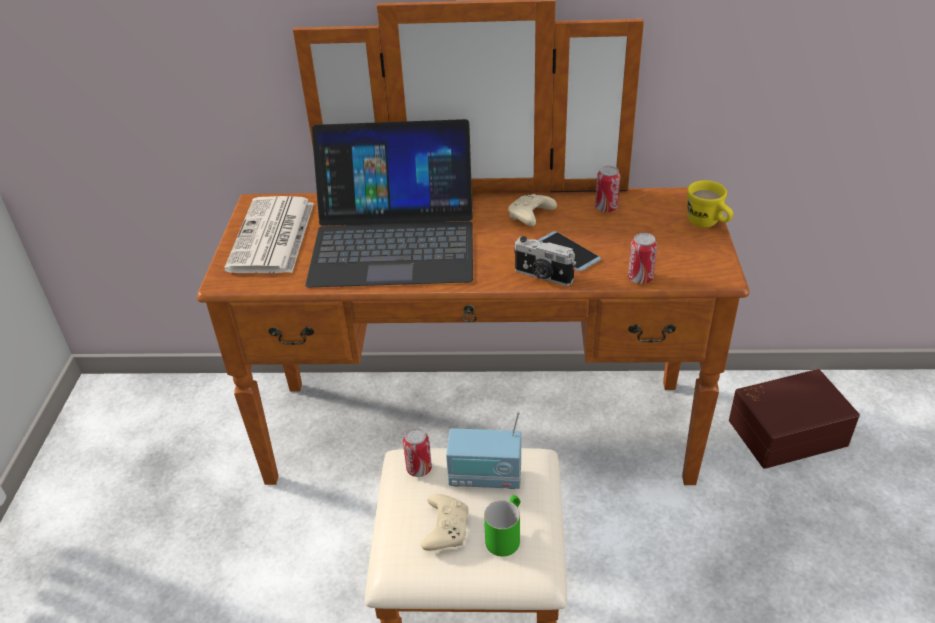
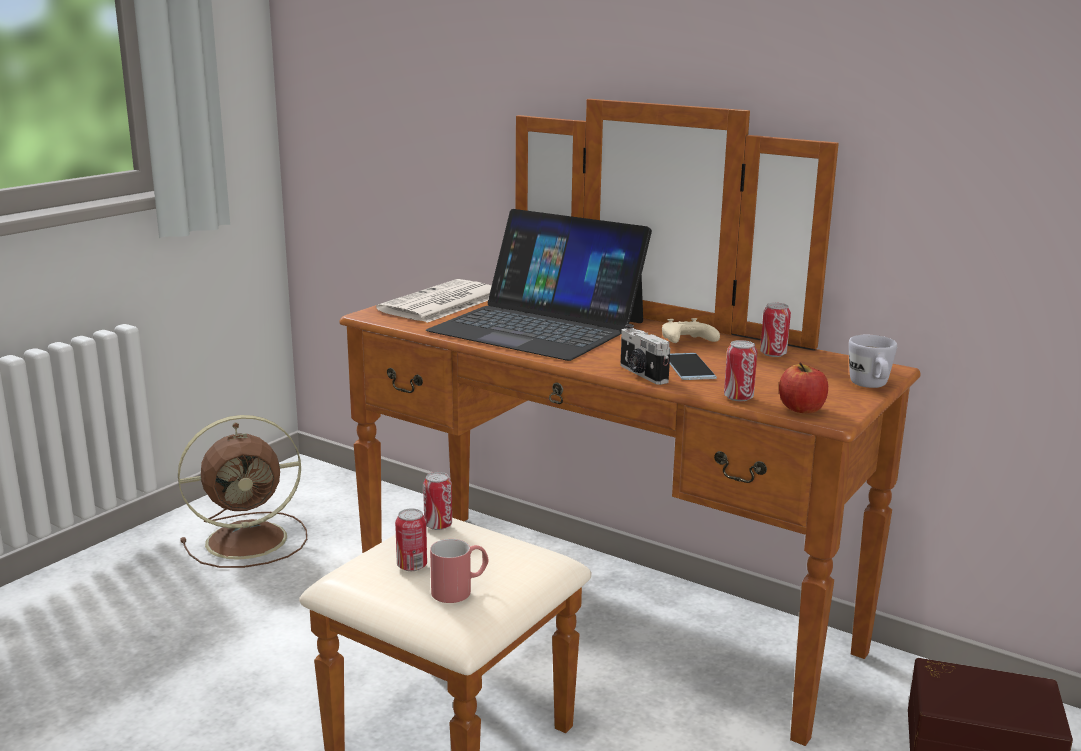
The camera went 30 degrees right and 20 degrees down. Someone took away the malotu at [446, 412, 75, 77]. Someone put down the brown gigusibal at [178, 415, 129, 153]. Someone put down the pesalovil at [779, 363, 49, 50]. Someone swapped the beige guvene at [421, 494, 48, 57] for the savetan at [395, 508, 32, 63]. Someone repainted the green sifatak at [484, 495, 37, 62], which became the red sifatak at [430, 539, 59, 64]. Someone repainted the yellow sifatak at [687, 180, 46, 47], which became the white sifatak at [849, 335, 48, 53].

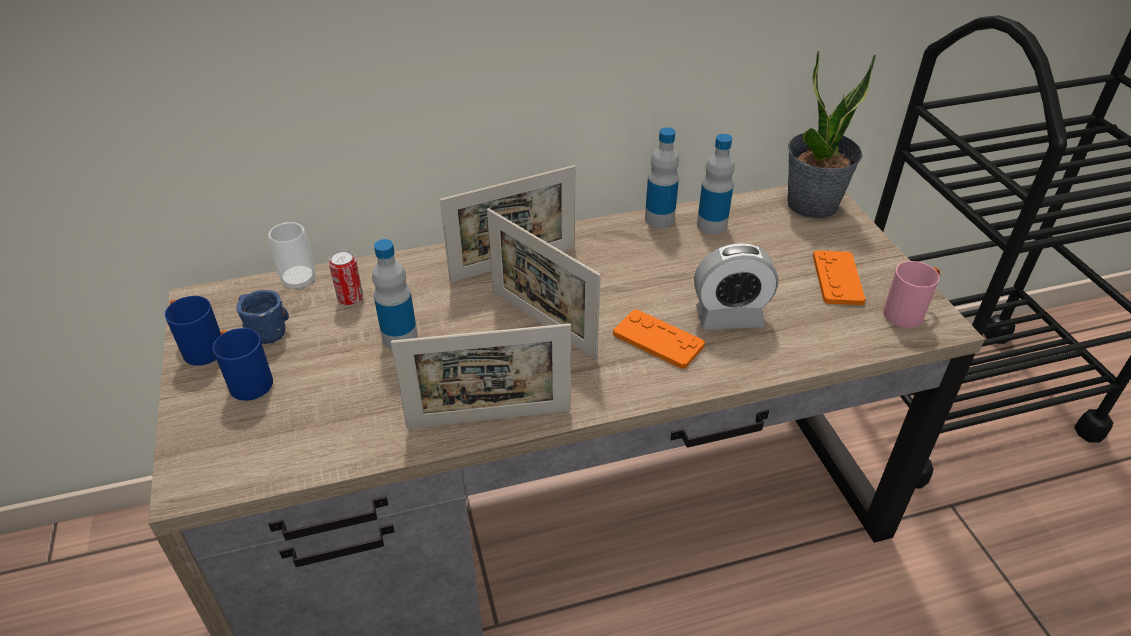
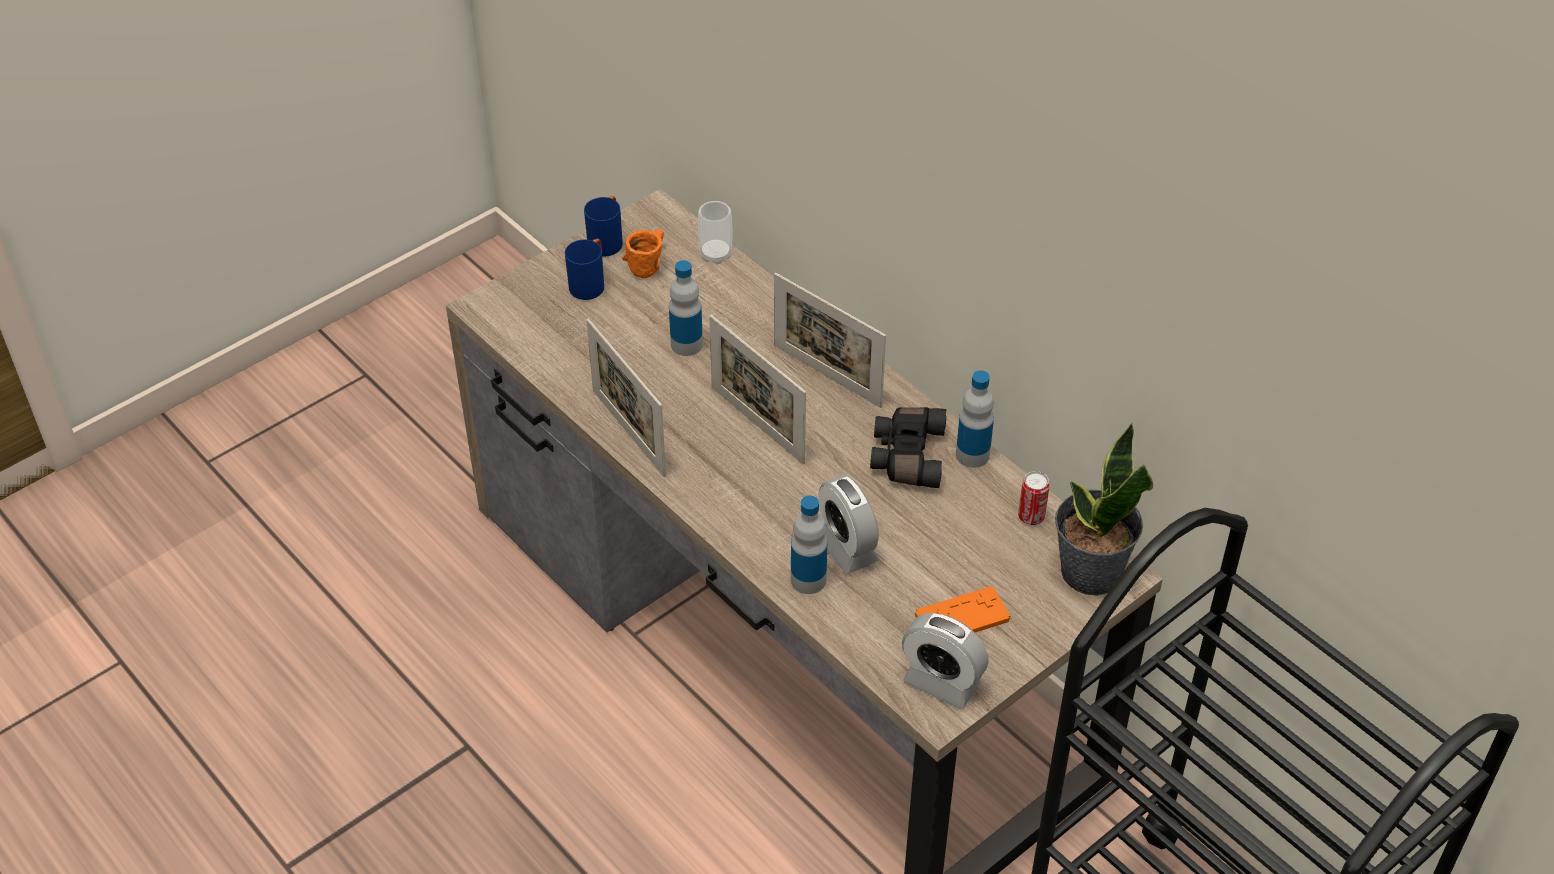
The camera went 65 degrees right and 5 degrees up. Someone took away the orange guvene at [613, 309, 92, 60]. Someone put down the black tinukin at [870, 407, 76, 81]. Someone carried the savetan from [329, 250, 34, 56] to [1018, 471, 32, 54]. Someone carried the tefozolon from [697, 134, 38, 101] to [791, 495, 36, 99]. Someone swapped the pink sifatak at [883, 261, 57, 67] for the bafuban at [902, 613, 87, 96]. Someone repainted the blue sifatak at [236, 290, 53, 54], which became the orange sifatak at [622, 229, 42, 49]. Someone rotated the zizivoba at [487, 208, 114, 152] by 60 degrees counterclockwise.

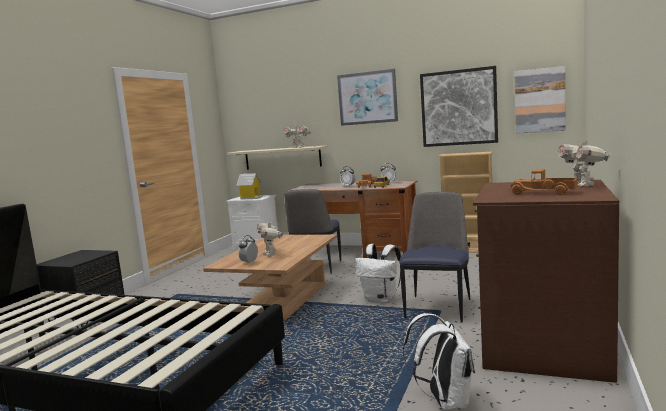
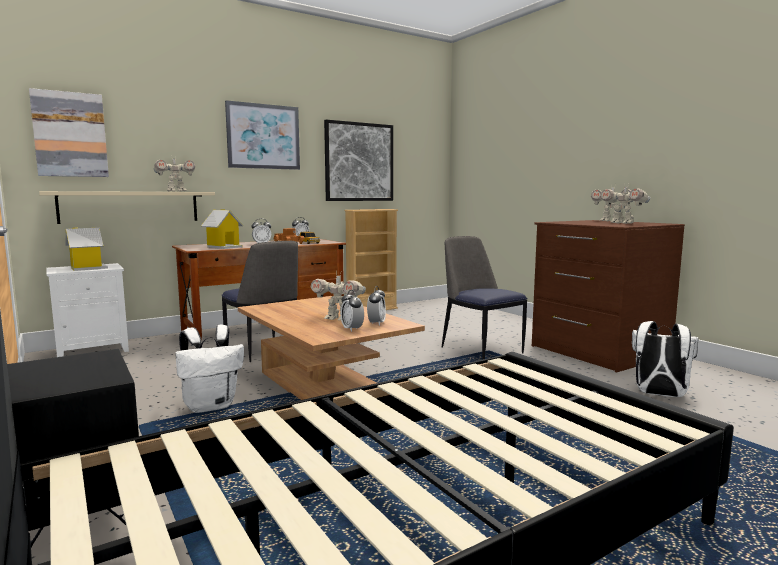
The camera went 55 degrees left and 0 degrees up. Someone put down the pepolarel at [201, 209, 43, 40]. Someone put down the bafuban at [367, 286, 19, 40]. Someone carried the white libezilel from [355, 244, 46, 59] to [176, 325, 68, 88]. Someone carried the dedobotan from [514, 66, 52, 68] to [29, 88, 80, 89]. Someone swapped the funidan at [509, 169, 69, 26] for the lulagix at [601, 184, 49, 40].

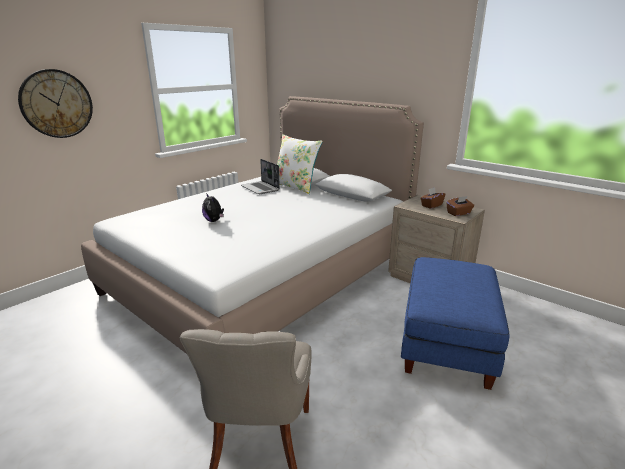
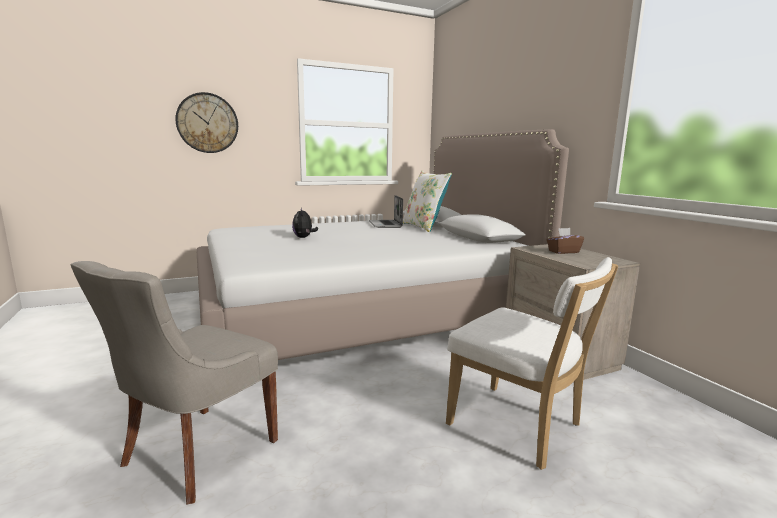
The camera went 25 degrees right and 10 degrees down. Someone took away the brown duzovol at [446, 196, 28, 20]. Someone swapped the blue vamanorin at [401, 257, 108, 133] for the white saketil at [446, 257, 172, 213].

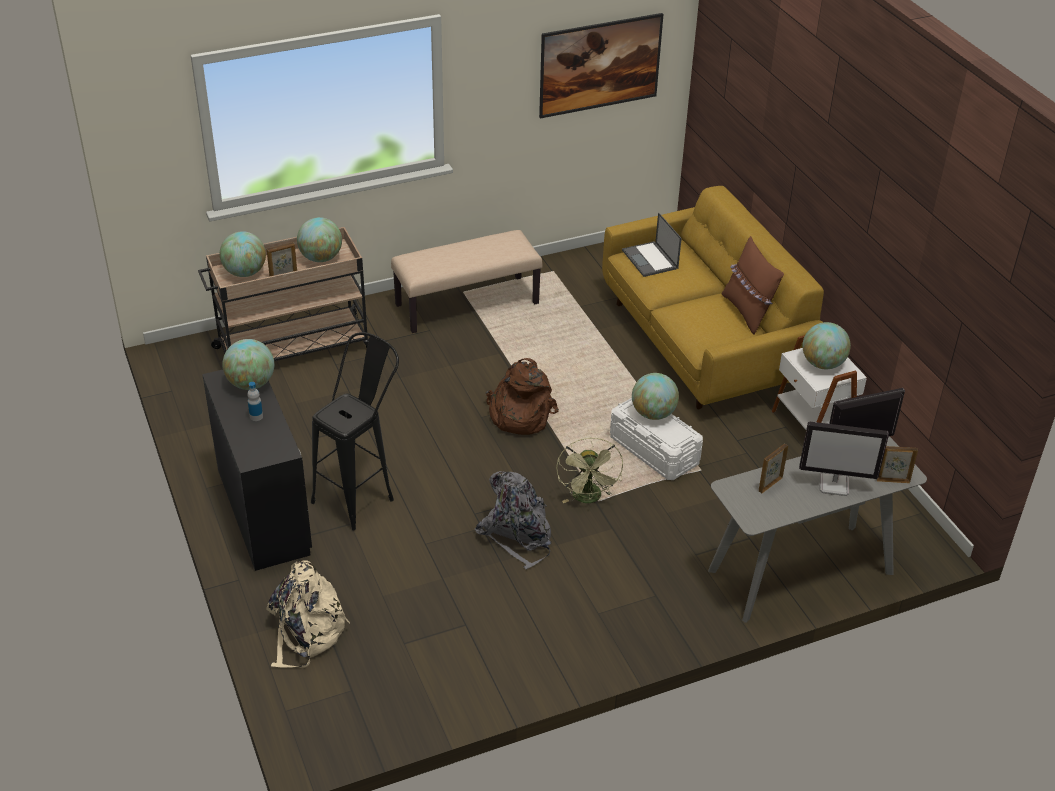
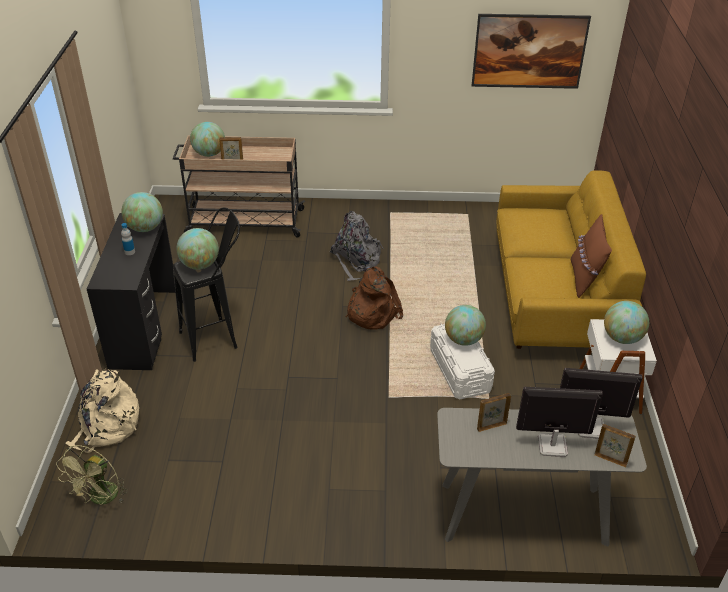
The camera went 25 degrees right and 0 degrees up. Someone took away the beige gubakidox at [391, 230, 152, 103]. Someone took away the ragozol at [622, 213, 60, 64]. Someone carried the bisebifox from [297, 217, 45, 45] to [176, 228, 43, 42]. Someone carried the grey libezilel from [475, 471, 77, 98] to [330, 211, 54, 70]. Someone carried the green gigusibal from [556, 438, 67, 65] to [56, 445, 72, 60]. Someone rotated the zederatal at [799, 421, 90, 75] by 150 degrees clockwise.

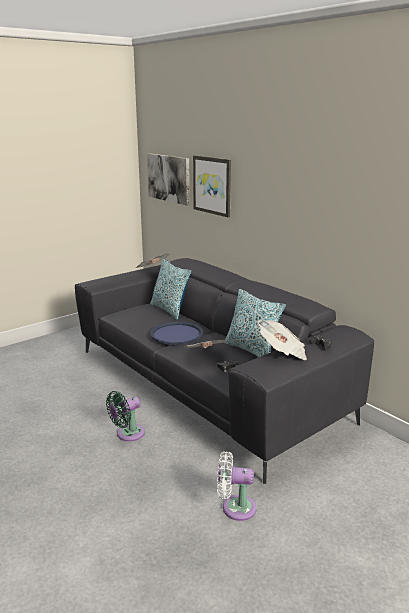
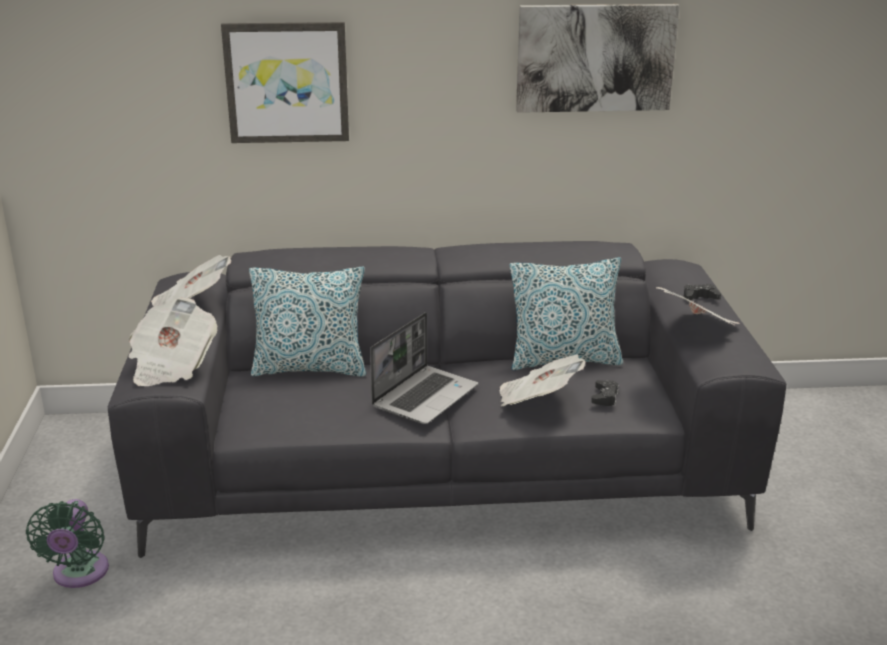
The camera went 55 degrees left and 5 degrees up. Someone took away the white gigusibal at [217, 451, 39, 70]. Someone put down the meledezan at [128, 298, 90, 88]. Someone carried the green gigusibal from [106, 391, 39, 50] to [26, 499, 83, 89]. Someone carried the dedobotan from [147, 153, 43, 53] to [516, 4, 164, 109]. Someone swapped the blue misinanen at [150, 321, 53, 24] for the ragozol at [370, 312, 108, 112].

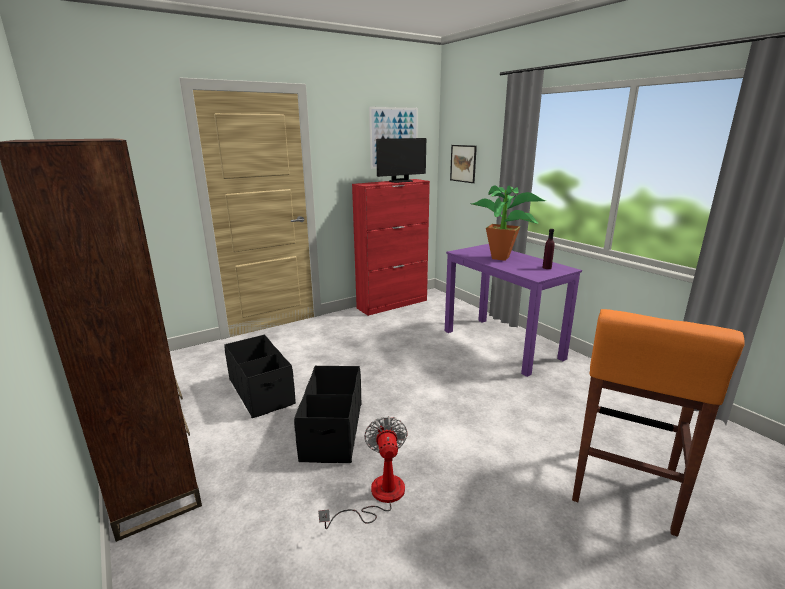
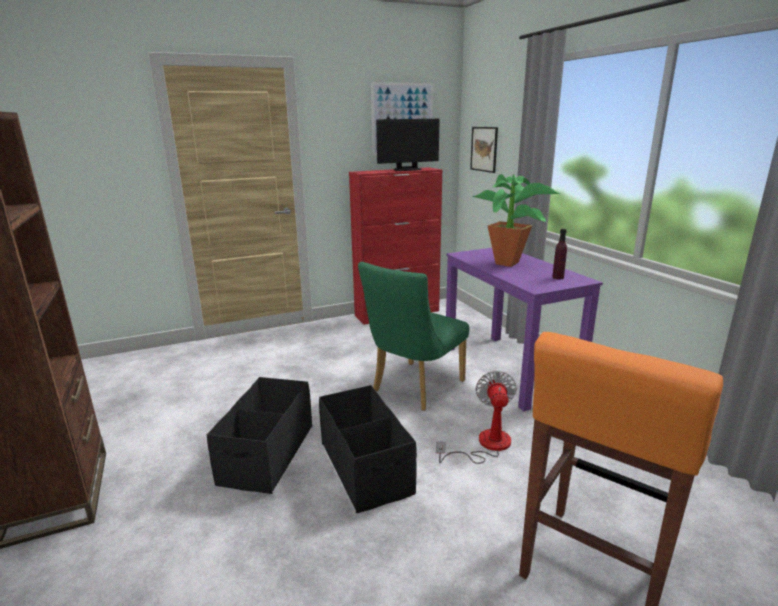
The camera went 10 degrees right and 0 degrees up. Someone put down the green saketil at [358, 262, 111, 149]. Someone carried the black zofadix from [225, 335, 71, 83] to [319, 385, 98, 128]. Someone carried the gigusibal from [318, 416, 89, 113] to [436, 371, 81, 93].

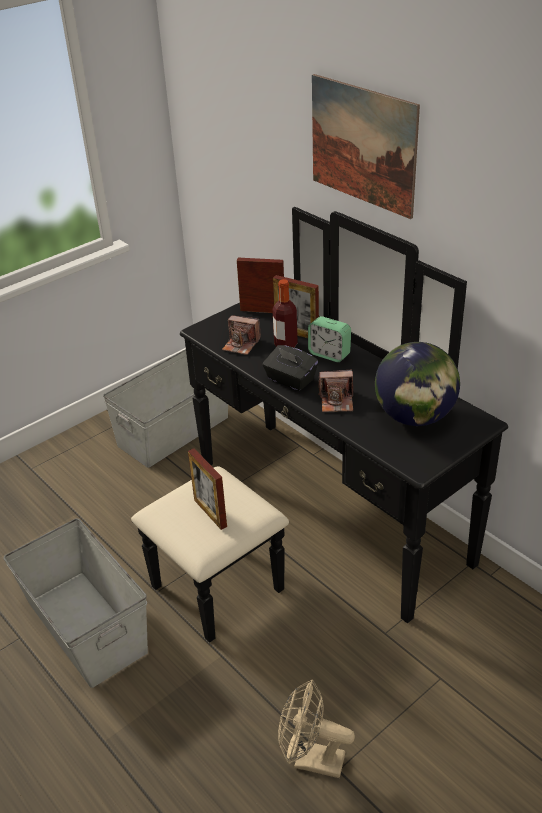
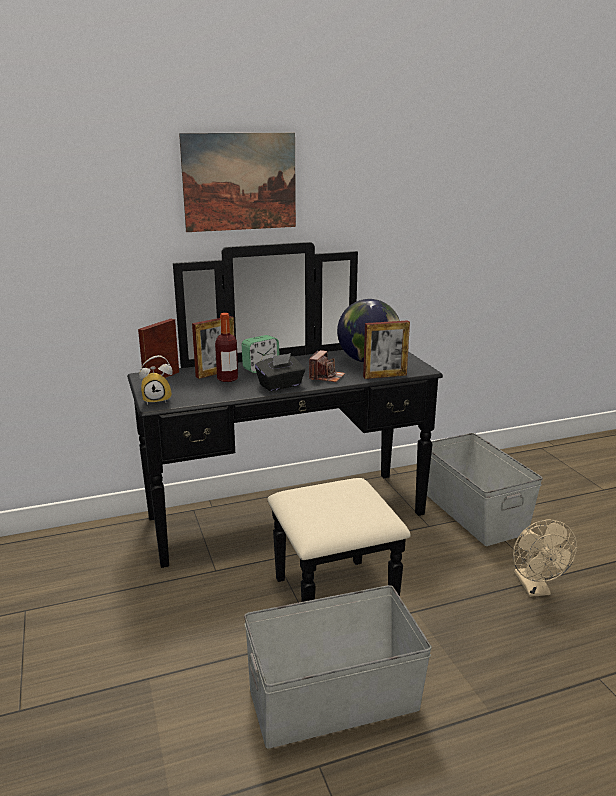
The camera went 70 degrees left and 15 degrees down. Someone took away the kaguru at [222, 315, 39, 40]. Someone put down the bafuban at [139, 355, 34, 50]. Someone carried the grey zofadix from [103, 349, 125, 119] to [427, 433, 116, 113]. Someone carried the zizivoba from [188, 448, 39, 82] to [363, 320, 47, 59]. Someone rotated the beige gigusibal at [278, 679, 77, 99] by 45 degrees counterclockwise.

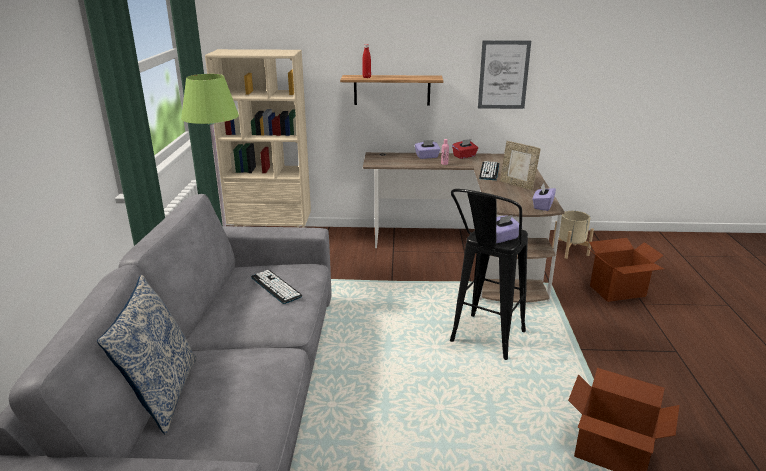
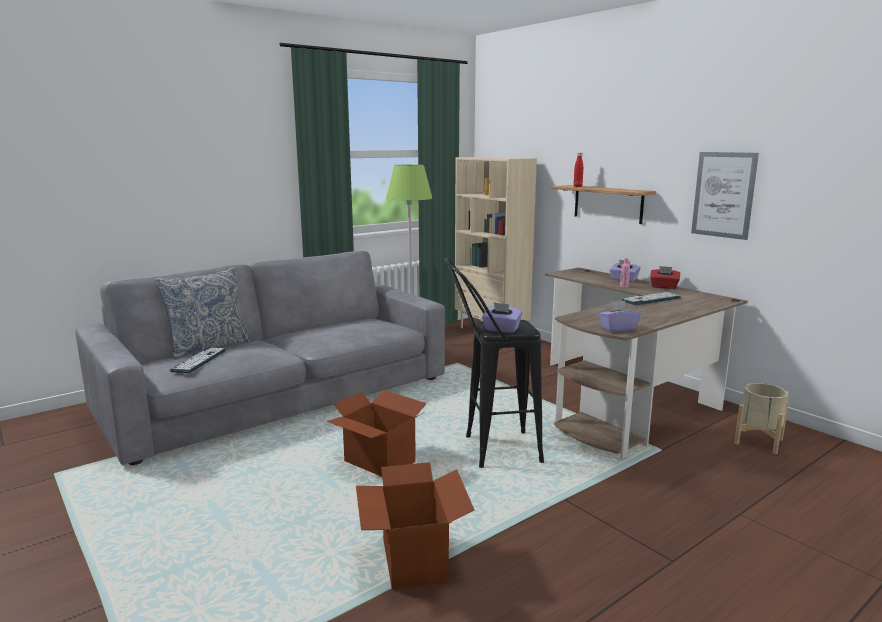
The camera went 50 degrees right and 10 degrees down. Someone took away the zizivoba at [500, 141, 41, 49]. Someone carried the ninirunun from [251, 270, 51, 34] to [170, 348, 56, 25]. Someone carried the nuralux from [589, 238, 75, 64] to [327, 390, 100, 87].

